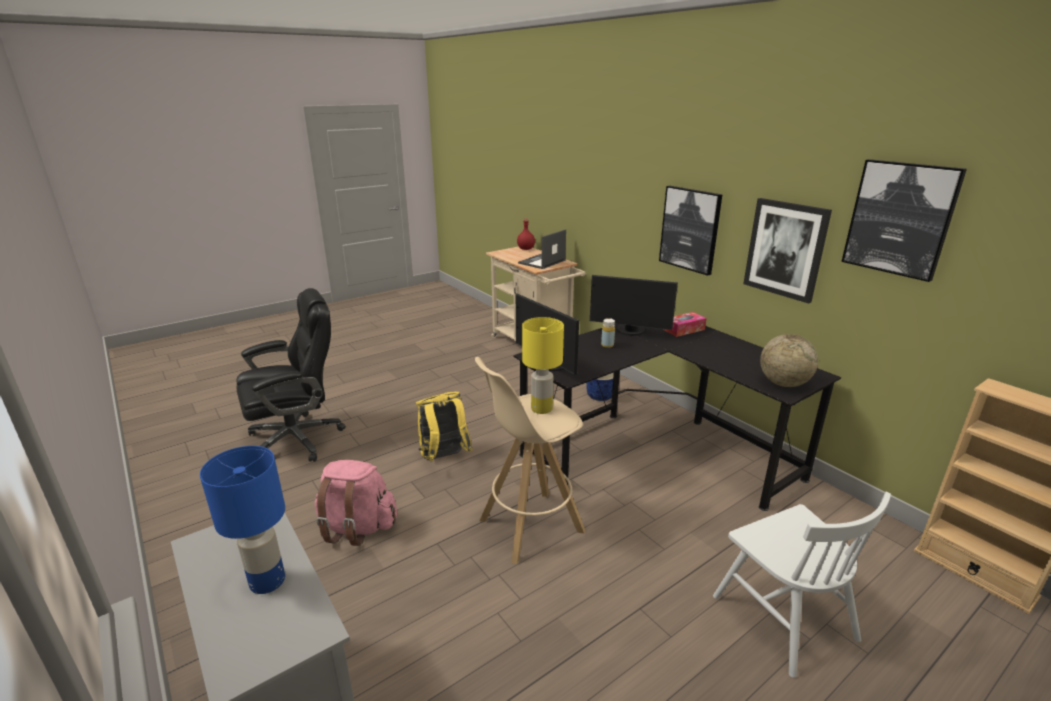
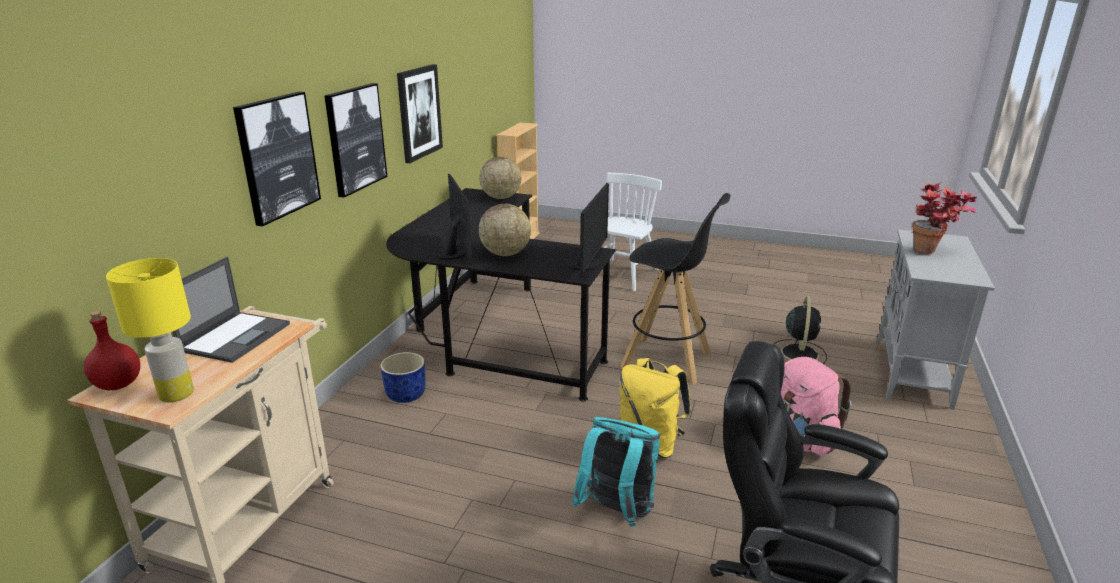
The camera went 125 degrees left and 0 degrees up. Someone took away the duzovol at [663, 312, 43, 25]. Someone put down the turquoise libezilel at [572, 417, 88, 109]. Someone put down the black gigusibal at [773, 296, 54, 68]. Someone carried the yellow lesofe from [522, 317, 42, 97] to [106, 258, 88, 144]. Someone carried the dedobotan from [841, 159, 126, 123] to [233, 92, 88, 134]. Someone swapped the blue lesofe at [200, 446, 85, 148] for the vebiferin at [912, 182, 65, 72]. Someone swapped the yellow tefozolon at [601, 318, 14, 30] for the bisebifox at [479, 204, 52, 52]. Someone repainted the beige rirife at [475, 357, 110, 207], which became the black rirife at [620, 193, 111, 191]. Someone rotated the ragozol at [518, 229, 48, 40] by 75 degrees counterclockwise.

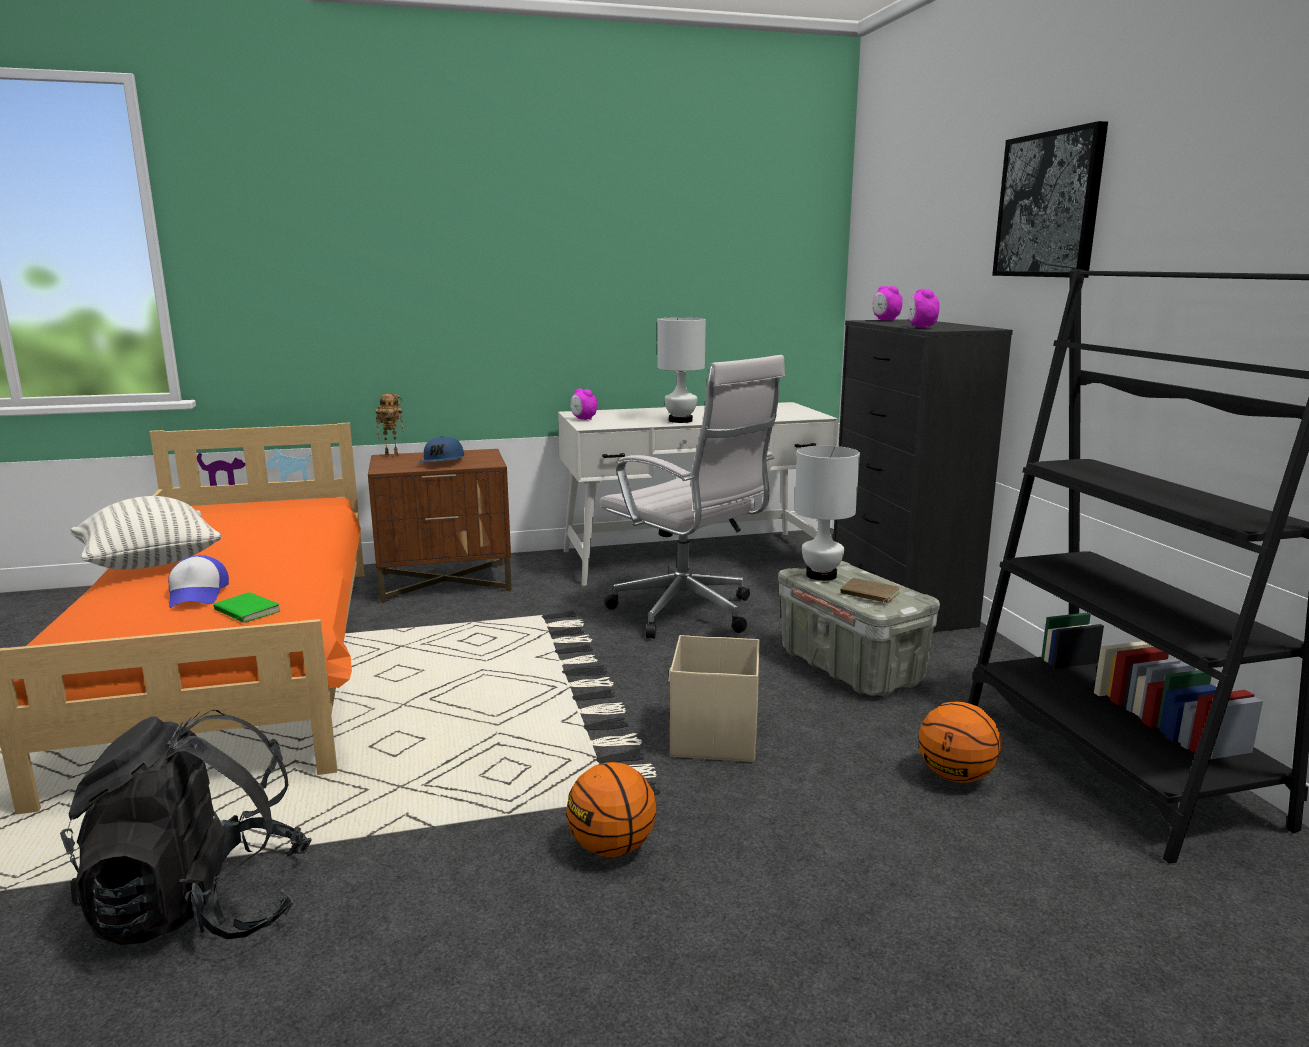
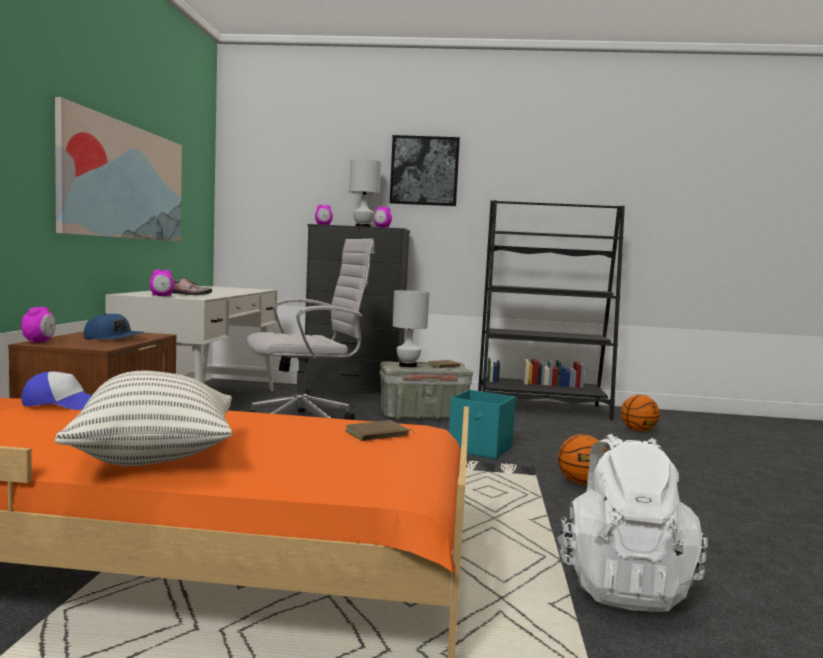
The camera went 70 degrees left and 10 degrees down. Someone put up the dedobotan at [55, 97, 127, 145]. Someone put down the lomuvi at [172, 278, 40, 17]. Someone carried the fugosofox from [168, 555, 61, 53] to [21, 371, 71, 39]. Someone carried the white lesofe from [657, 317, 49, 106] to [349, 159, 32, 68]. Someone carried the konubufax from [918, 702, 84, 81] to [621, 395, 39, 37]. Someone swapped the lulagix at [376, 394, 28, 63] for the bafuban at [21, 307, 34, 36]. Someone repainted the black libezilel at [60, 710, 252, 235], which became the white libezilel at [556, 434, 152, 178]. Someone repainted the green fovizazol at [213, 592, 67, 31], which became the brown fovizazol at [345, 420, 70, 21]. Someone repainted the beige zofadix at [668, 635, 92, 127], which became the turquoise zofadix at [449, 390, 67, 69].

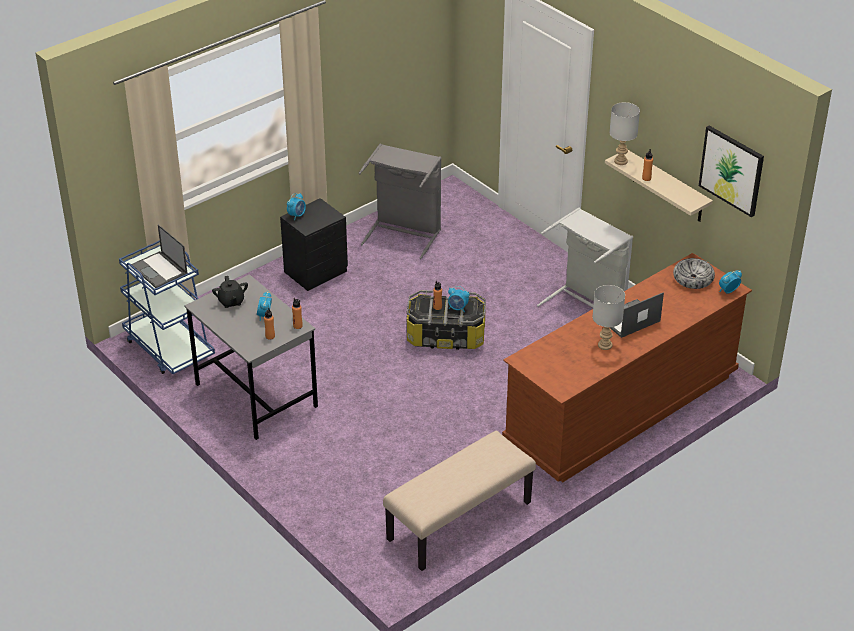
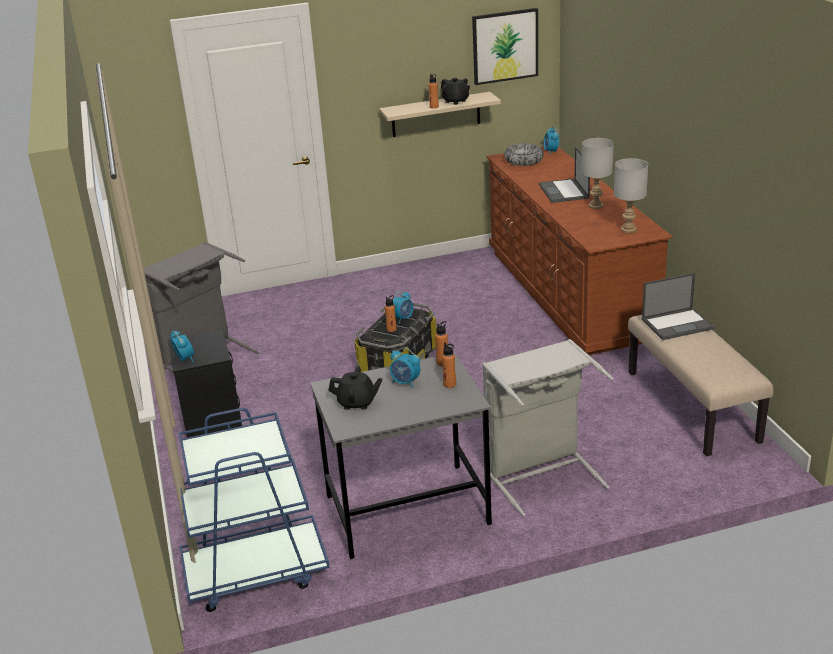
The camera went 65 degrees left and 10 degrees down. Someone put down the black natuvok at [441, 78, 29, 27]. Someone carried the ragozol from [131, 224, 56, 64] to [642, 273, 73, 67]. Someone carried the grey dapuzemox from [537, 208, 96, 100] to [482, 339, 131, 177]. Someone carried the grey lesofe from [609, 102, 31, 63] to [614, 158, 34, 75].

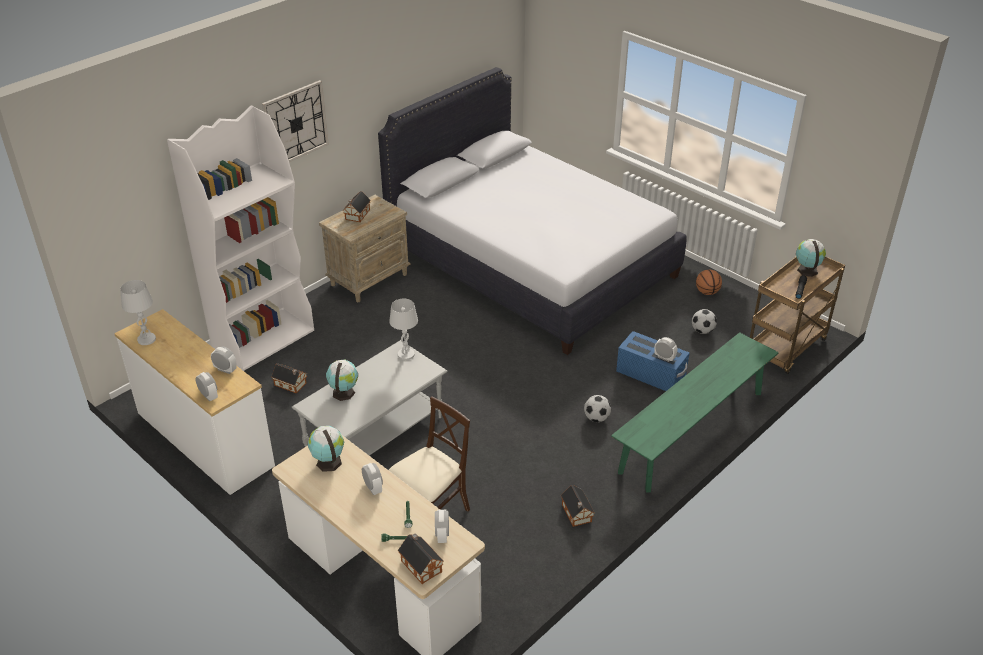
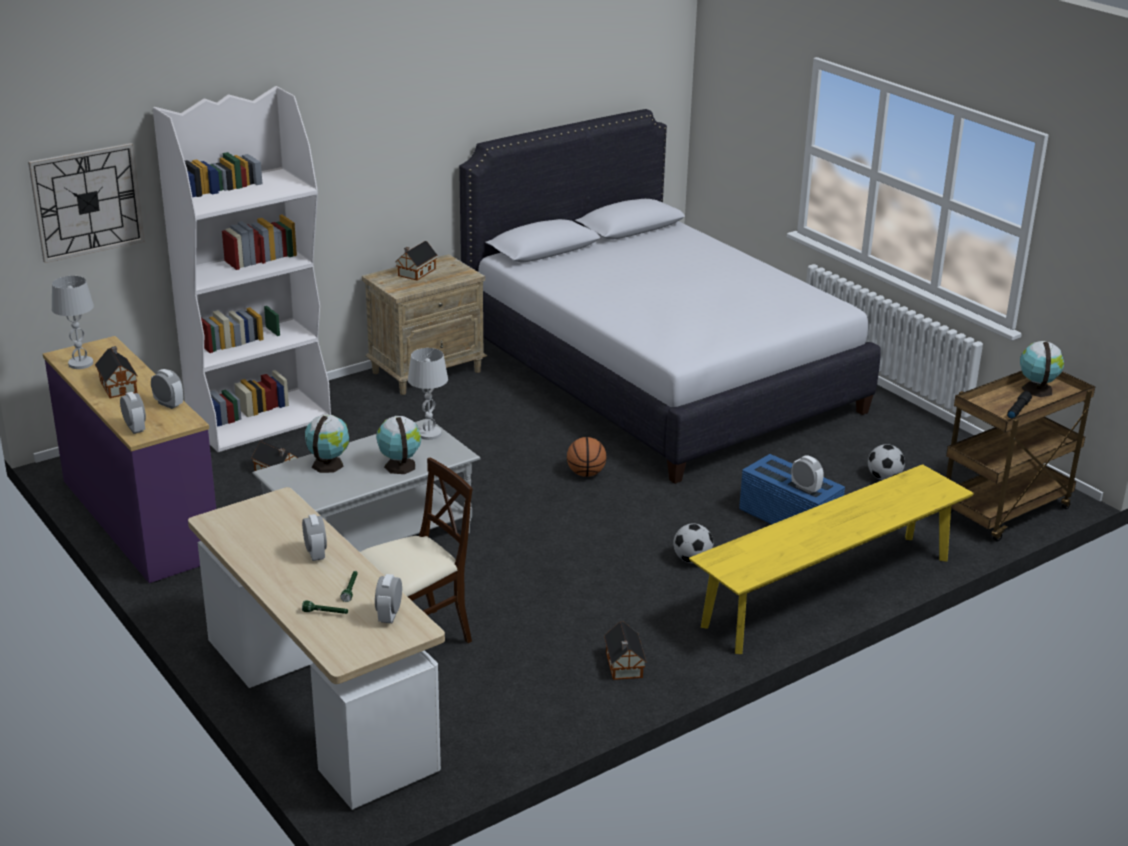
The camera went 10 degrees right and 10 degrees down. Someone carried the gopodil from [262, 80, 67, 82] to [28, 143, 117, 120]. Someone carried the bisebifox from [308, 426, 36, 46] to [376, 416, 45, 58]. Someone carried the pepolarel from [398, 533, 45, 51] to [95, 346, 43, 52]. Someone carried the konubufax from [696, 269, 26, 26] to [567, 437, 39, 40]. Someone repainted the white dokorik at [114, 309, 161, 186], which became the purple dokorik at [43, 336, 173, 247]. Someone repainted the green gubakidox at [611, 332, 168, 161], which became the yellow gubakidox at [689, 464, 285, 190].

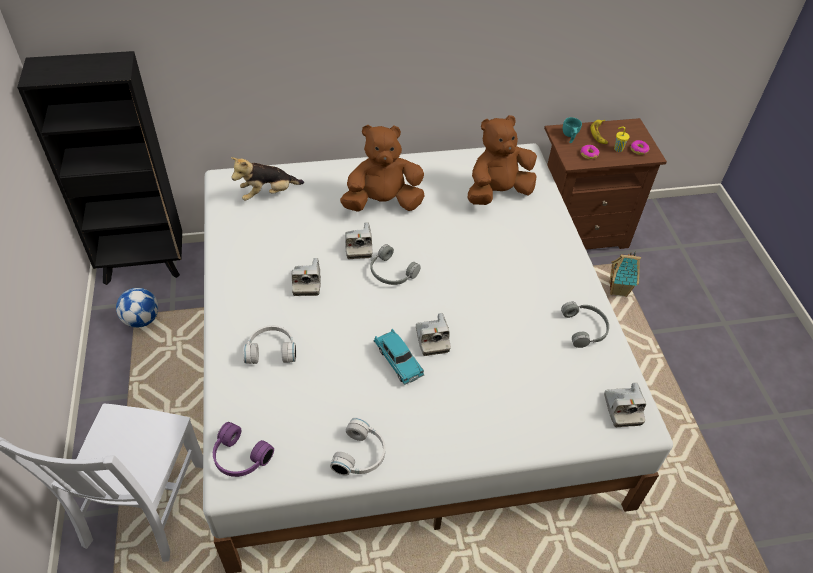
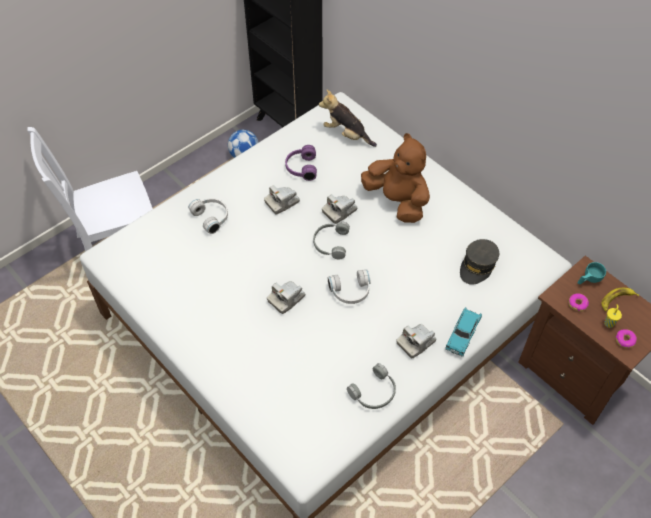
The camera went 60 degrees right and 5 degrees up. Someone took away the pepolarel at [610, 251, 31, 46]. Someone carried the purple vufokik from [213, 422, 61, 55] to [285, 145, 32, 36]. Someone carried the white vufokik from [330, 418, 55, 58] to [328, 269, 43, 35]. Someone carried the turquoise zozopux from [374, 329, 50, 56] to [445, 307, 37, 50]. Someone carried the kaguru from [604, 382, 42, 45] to [396, 324, 40, 34]. Someone swapped the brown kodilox at [468, 115, 69, 90] for the grey fugosofox at [460, 239, 39, 46].

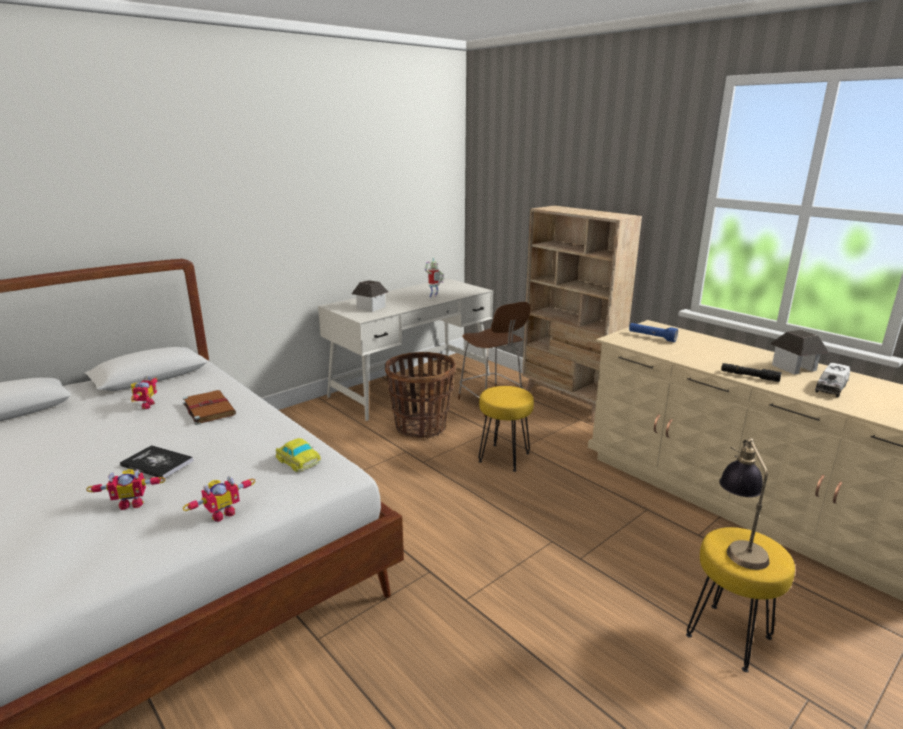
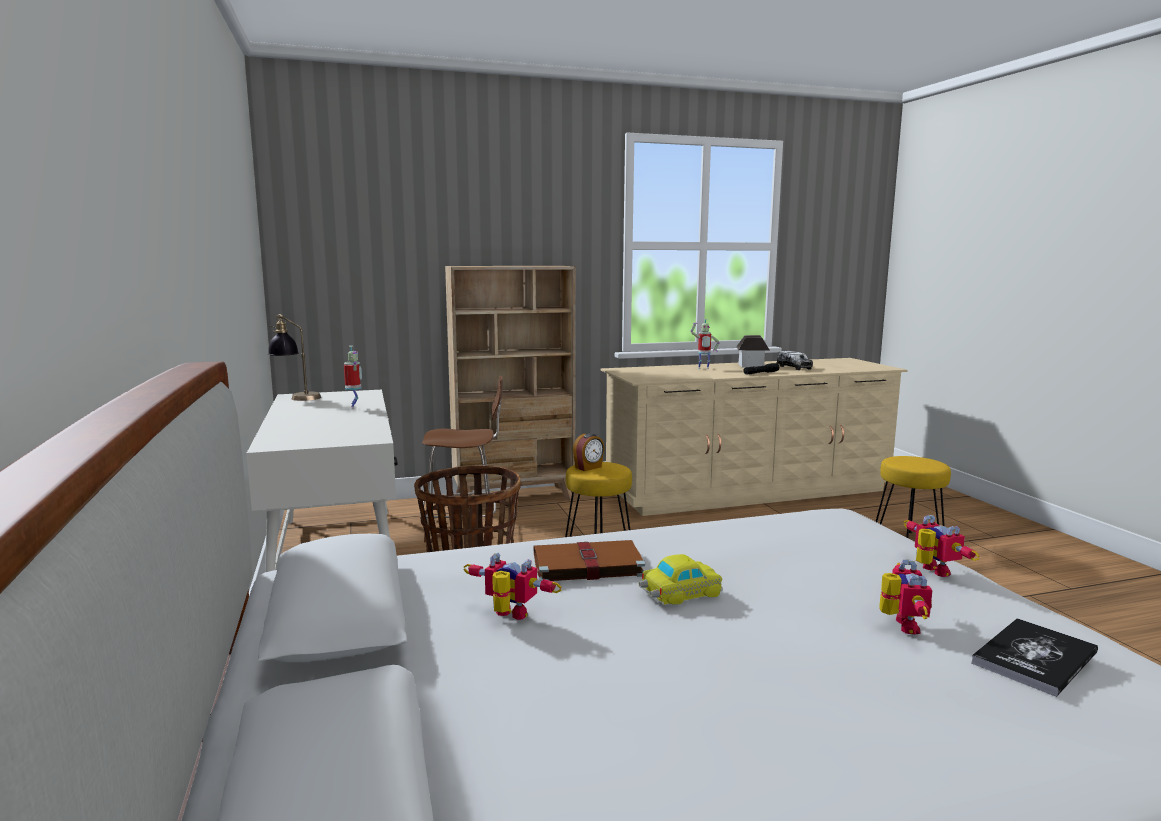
The camera went 65 degrees left and 10 degrees down. Someone took away the pepolarel at [352, 280, 36, 32]. Someone took away the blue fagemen at [629, 323, 49, 19]. Someone put down the bafuban at [573, 433, 31, 38]. Someone put down the lulagix at [690, 319, 30, 50]. Someone carried the fovizazol from [120, 445, 74, 34] to [971, 618, 127, 79]. Someone carried the zozopux from [275, 438, 46, 34] to [638, 554, 85, 51]. Someone carried the lesofe from [719, 438, 50, 132] to [268, 314, 53, 87].

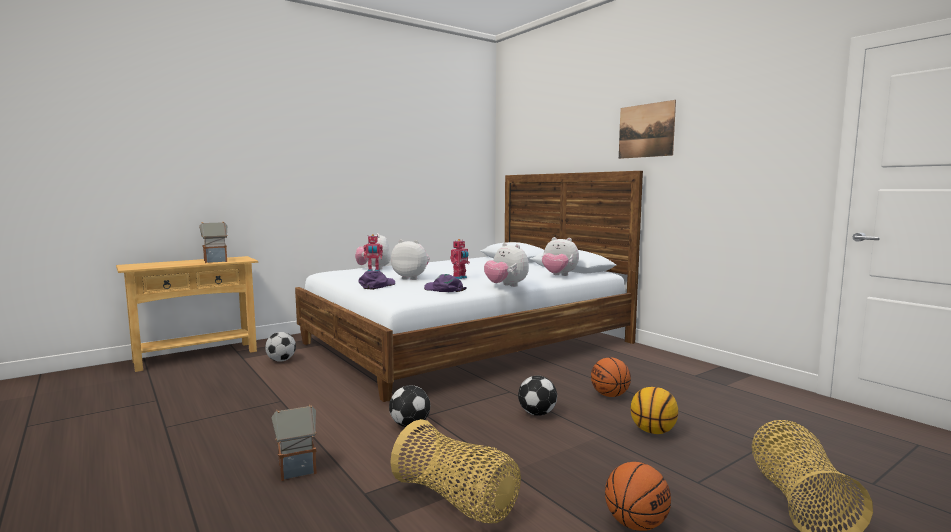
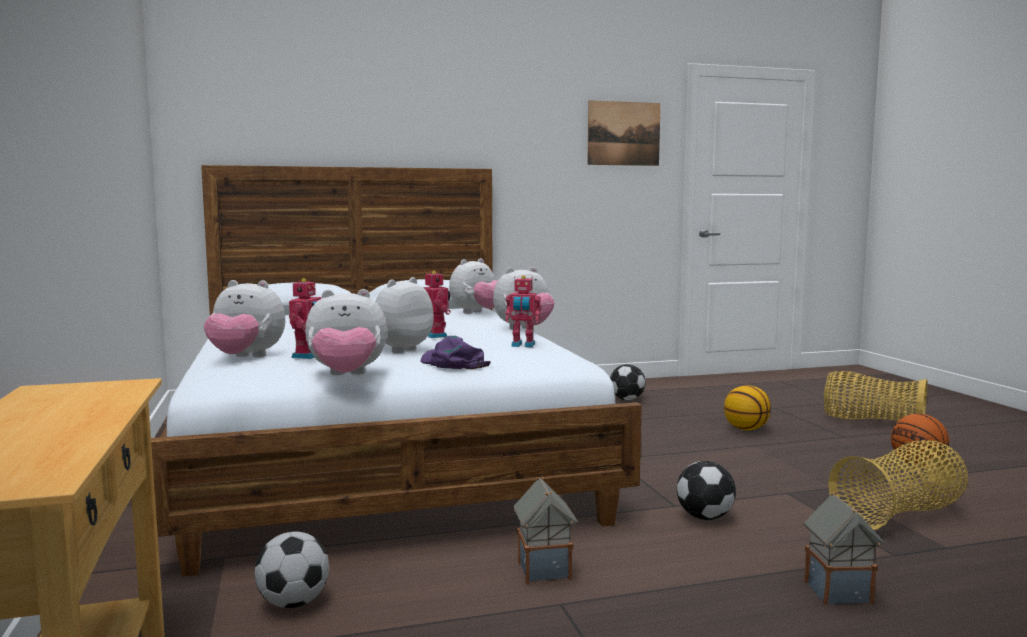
The camera went 70 degrees left and 0 degrees up. Someone took away the konubufax at [591, 357, 40, 40]. Someone put down the kodilox at [305, 289, 82, 86]. Someone carried the pepolarel from [199, 221, 29, 42] to [513, 477, 64, 107]. Someone carried the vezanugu from [518, 376, 39, 40] to [610, 364, 36, 36]. Someone carried the dedobotan from [619, 100, 57, 59] to [587, 100, 74, 66]. Someone swapped the purple fugosofox at [424, 274, 43, 18] for the lulagix at [505, 275, 36, 72].

